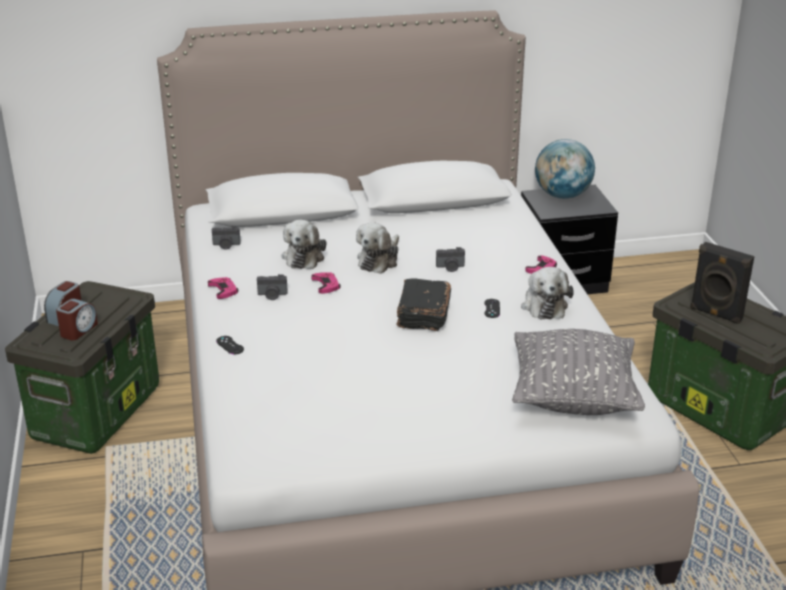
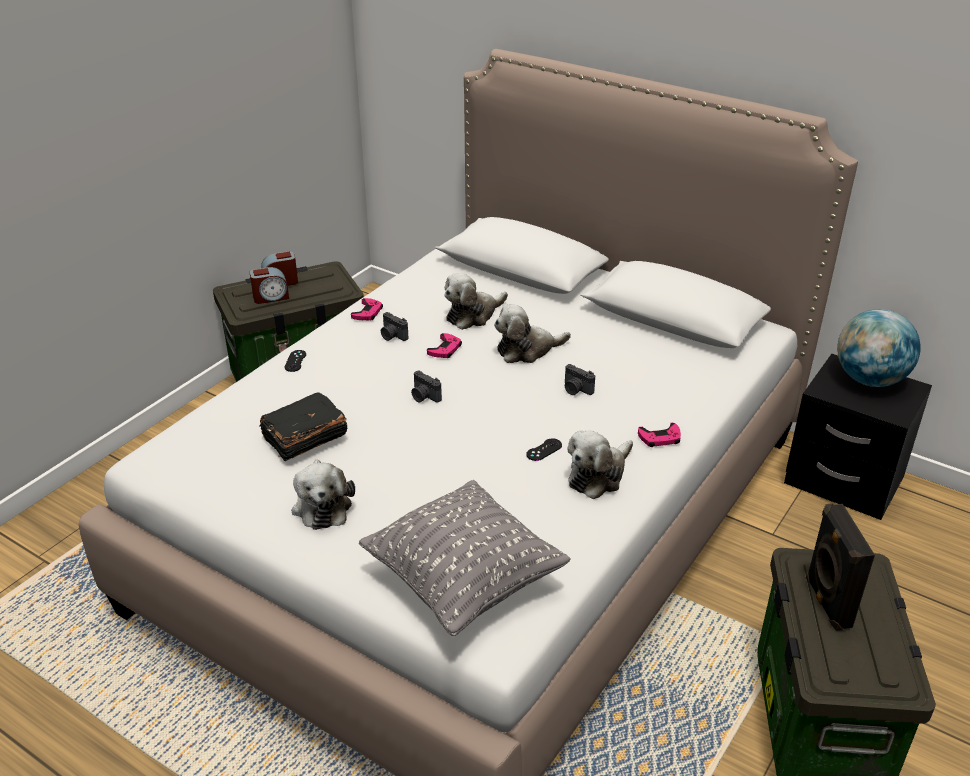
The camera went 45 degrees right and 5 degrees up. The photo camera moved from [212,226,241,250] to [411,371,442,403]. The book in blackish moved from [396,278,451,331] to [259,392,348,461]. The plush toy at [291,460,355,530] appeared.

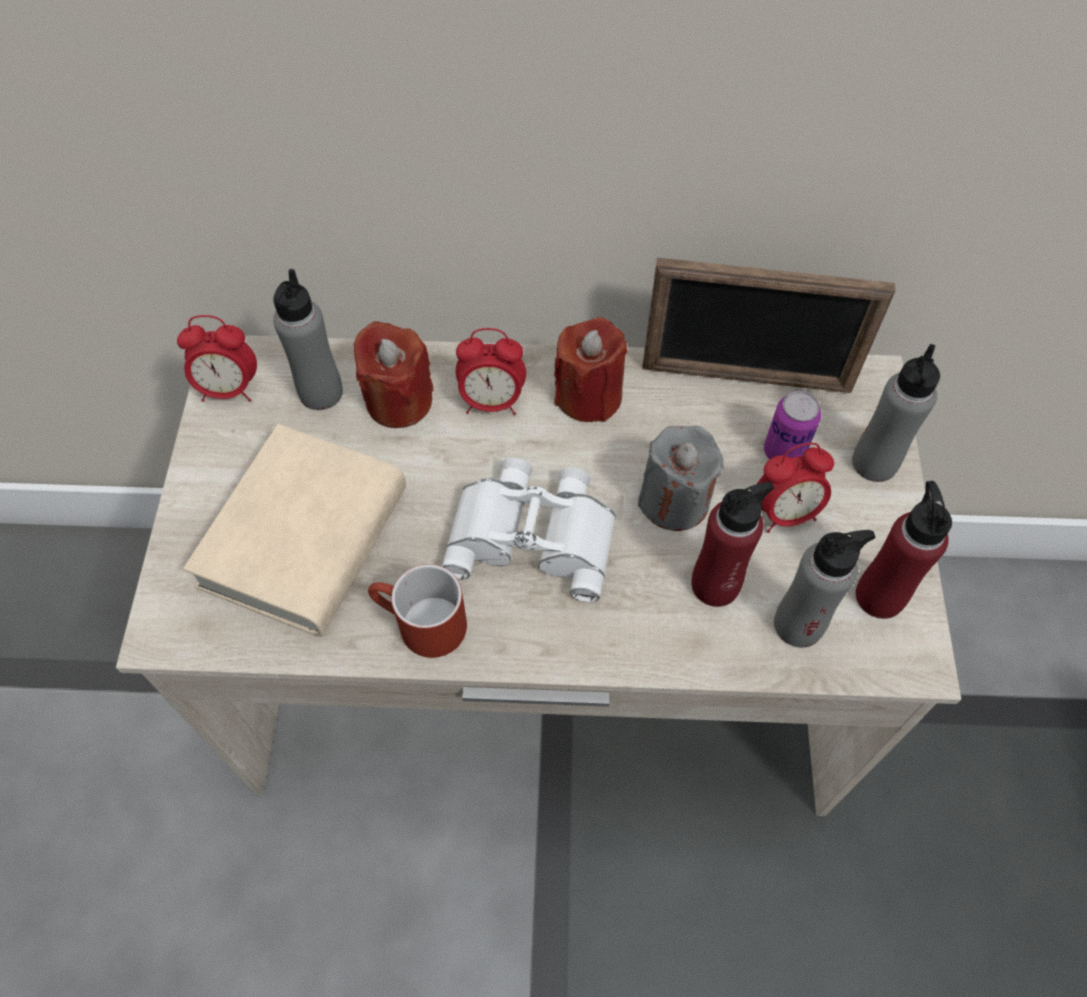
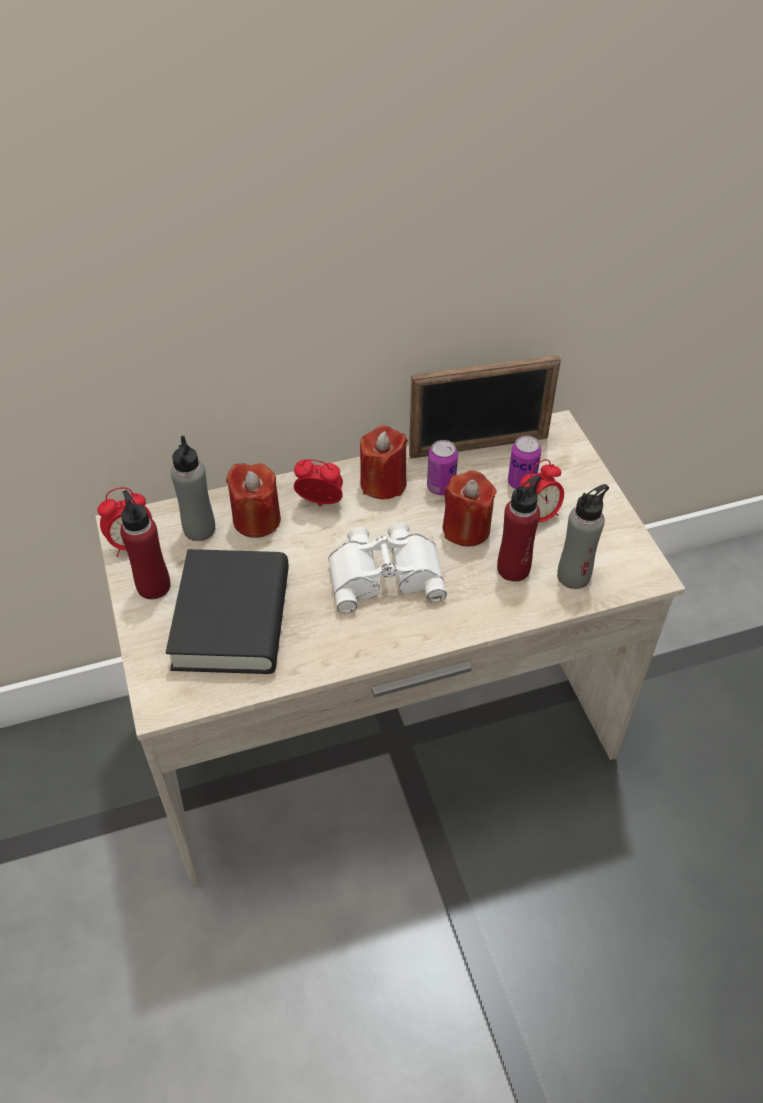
The camera went 20 degrees left and 10 degrees down. The book in beige-coloured at [183,424,406,637] became the book in blackish at [166,549,289,674]. The mug in red-coloured at [368,564,467,658] disappeared. The table clock at [456,328,526,415] turned 150 degrees counterclockwise. The wax light in greyish at [638,426,724,531] became the wax light in red-coloured at [443,471,496,546]. The bottle in greyish at [852,344,940,482] disappeared. The bottle in red-coloured moved from [856,481,952,619] to [120,490,170,599]. The metal can at [427,440,458,495] appeared.

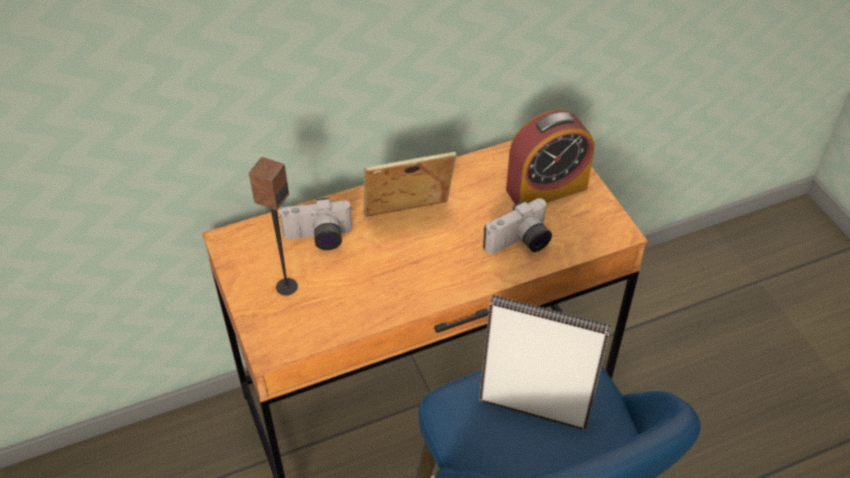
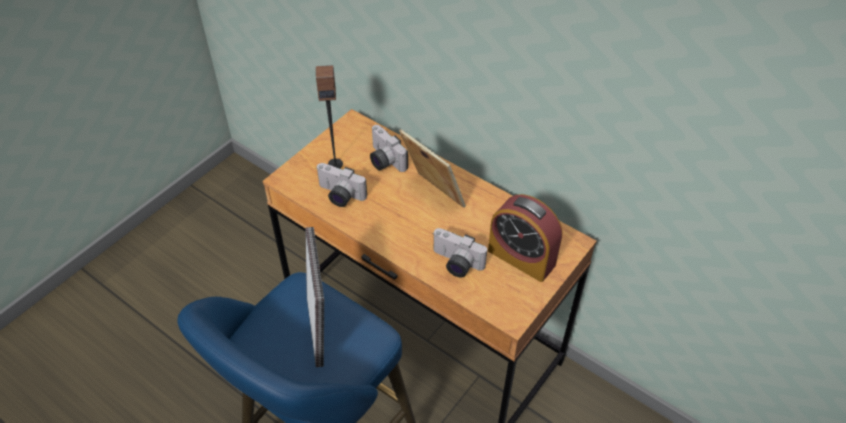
The camera went 60 degrees right and 0 degrees up. The photo camera at [316,163,367,207] appeared.

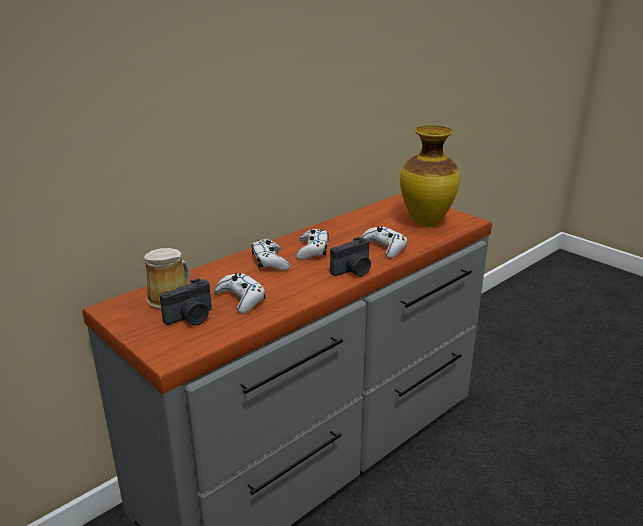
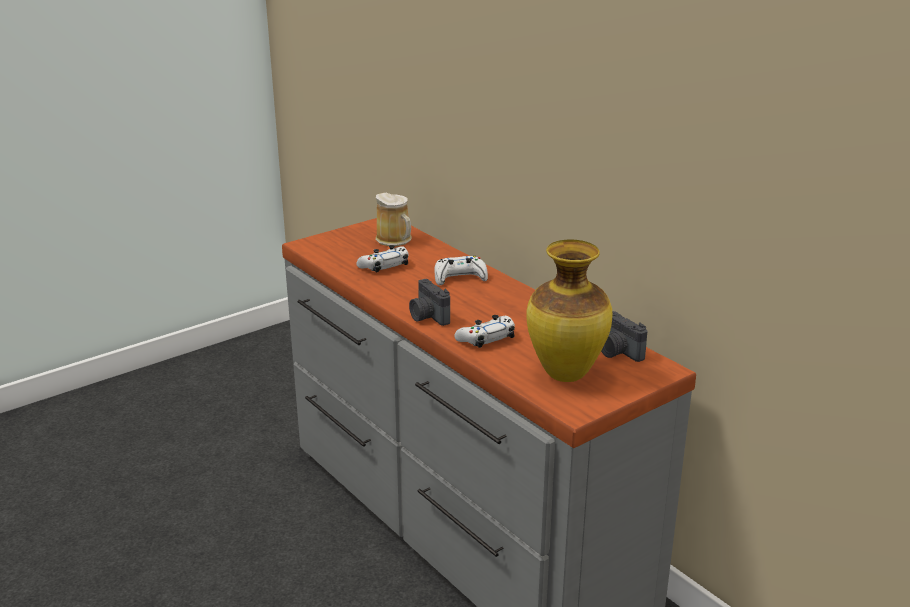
The camera went 95 degrees right and 0 degrees up. The photo camera moved from [160,278,212,325] to [601,311,648,362]. The joypad in whitish at [296,229,329,260] disappeared.

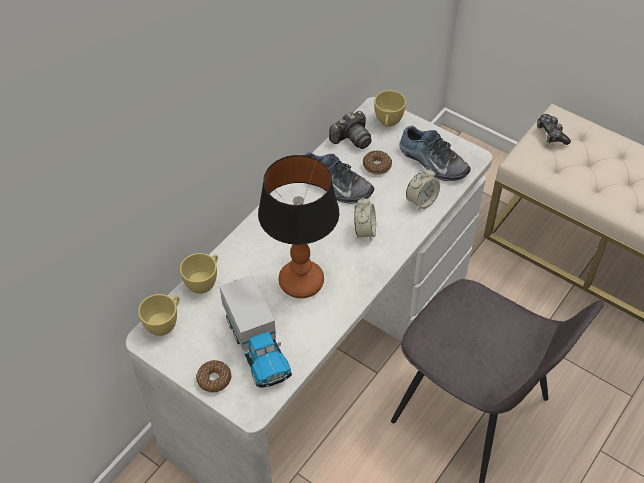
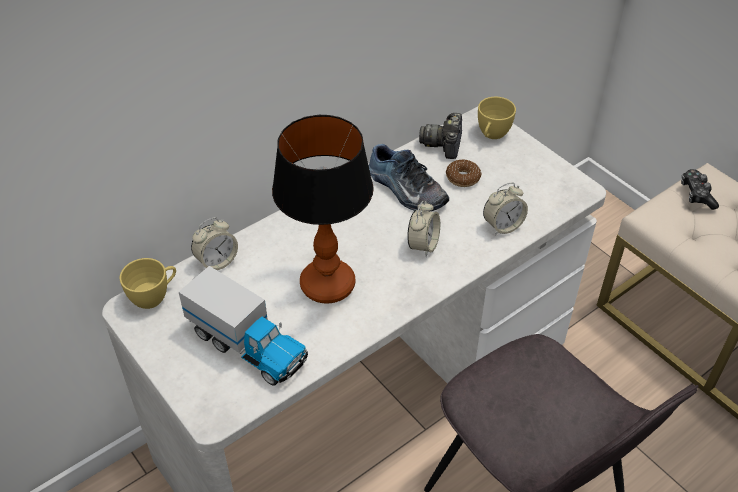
The camera went 15 degrees right and 5 degrees down. The small cup in yellowish at [180,253,218,294] was replaced by the table clock at [191,217,238,270]. The doughnut at [196,360,232,393] disappeared. The model truck at [219,275,292,387] turned 45 degrees counterclockwise. The photo camera at [329,111,372,149] turned 120 degrees clockwise. The item of footwear at [399,126,471,181] disappeared.

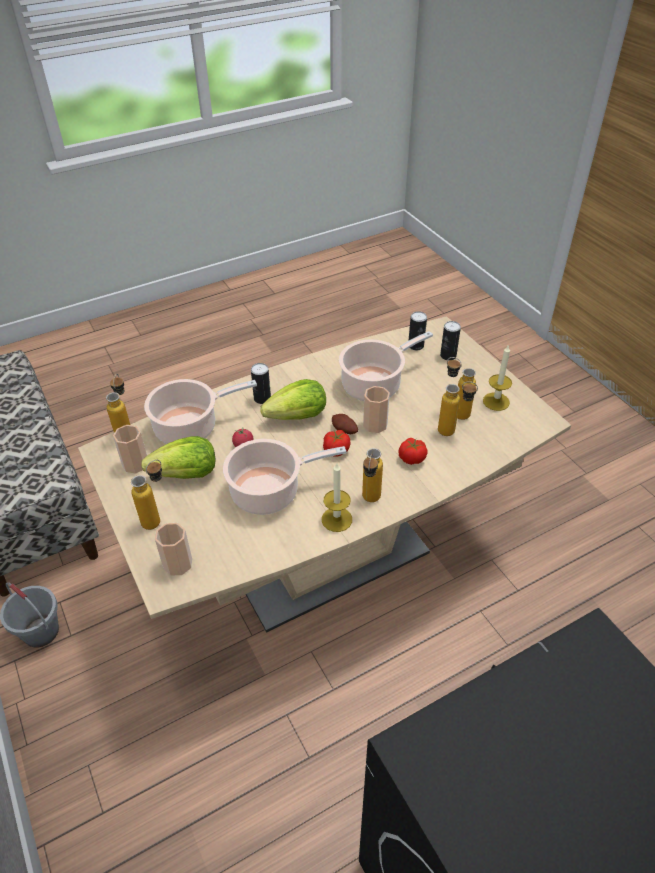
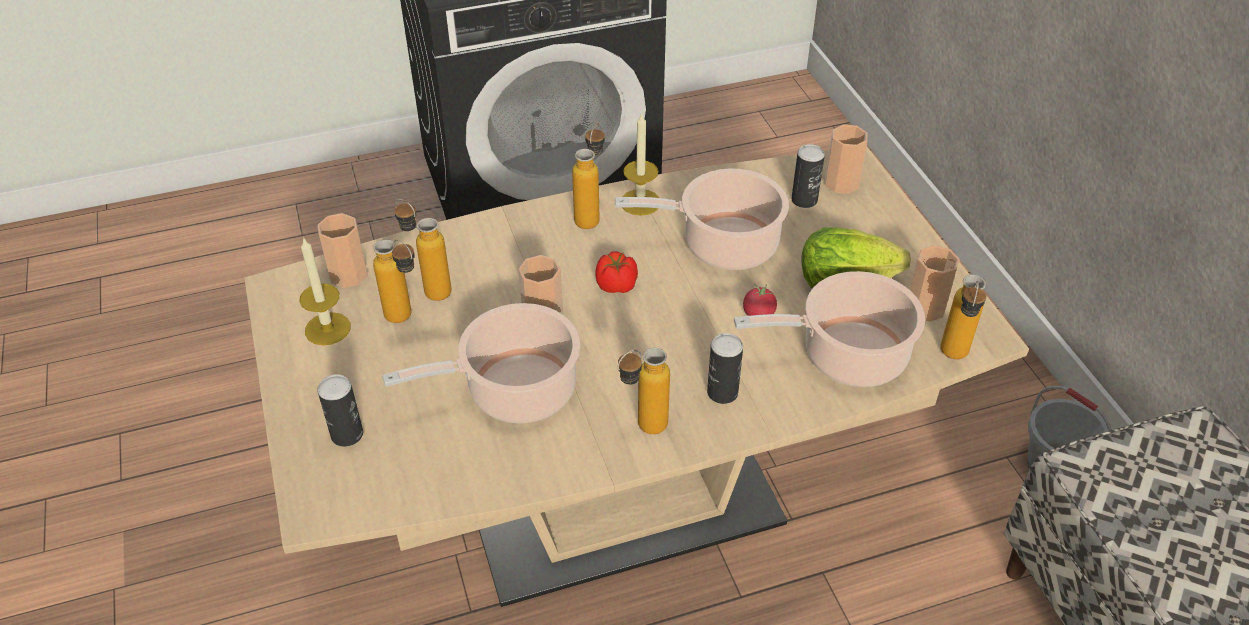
The camera went 170 degrees left and 0 degrees up. The bottle moved from [131,460,162,530] to [618,347,670,434]. The lettuce head at [260,379,326,420] disappeared. The potato at [332,414,358,434] disappeared. The tomato at [399,438,428,465] disappeared. The metal can moved from [409,311,427,350] to [791,144,825,208]. The small cup at [317,213,368,288] appeared.

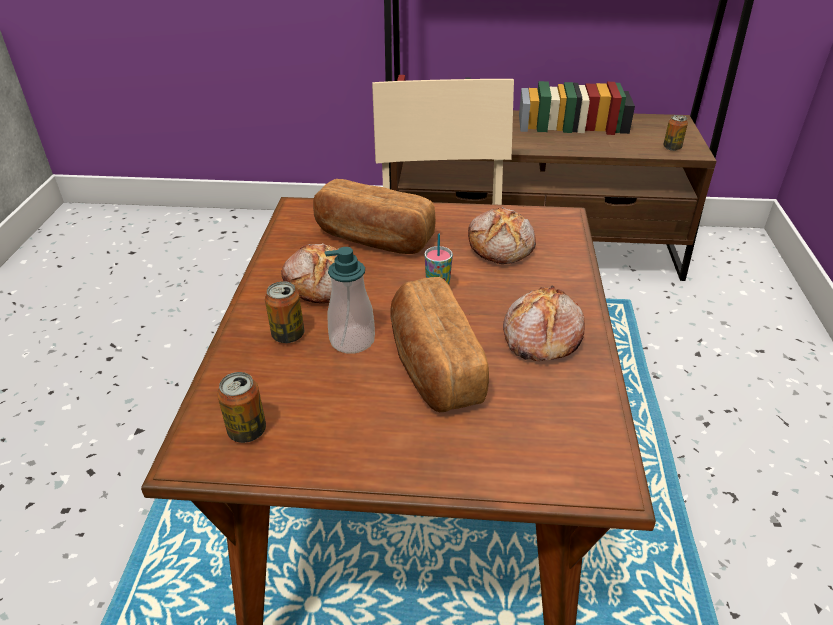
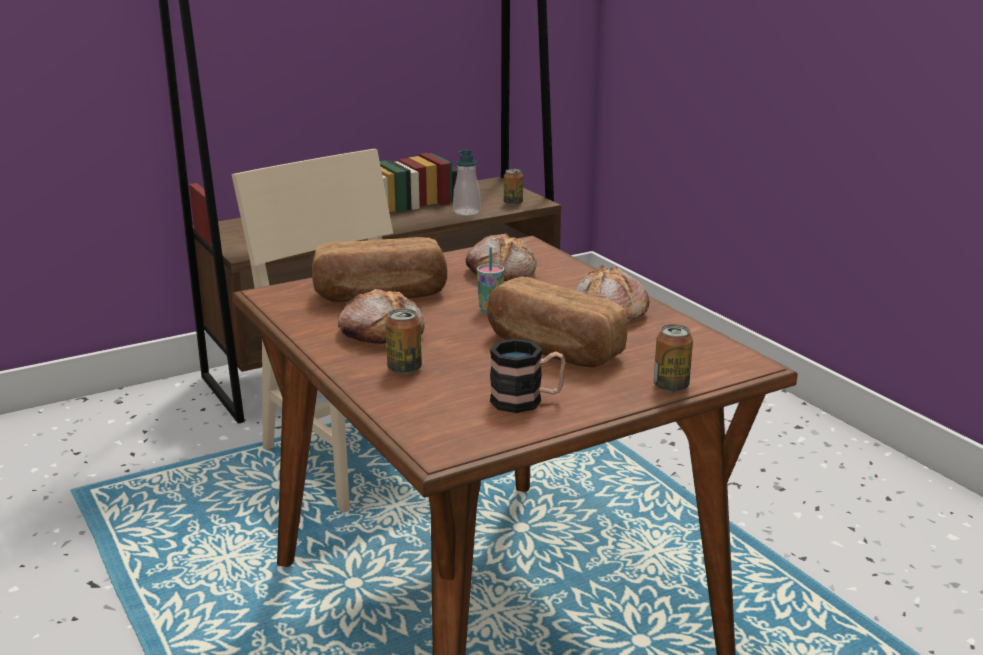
The camera went 35 degrees left and 15 degrees down. The metal can moved from [217,372,266,443] to [654,324,693,392]. The soap bottle moved from [325,247,375,354] to [453,149,481,215]. The mug at [490,339,566,413] appeared.

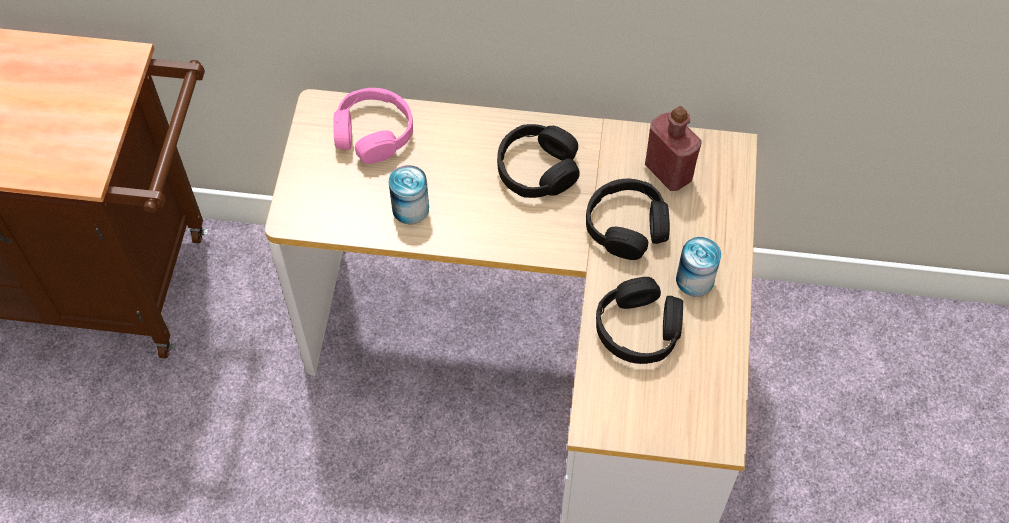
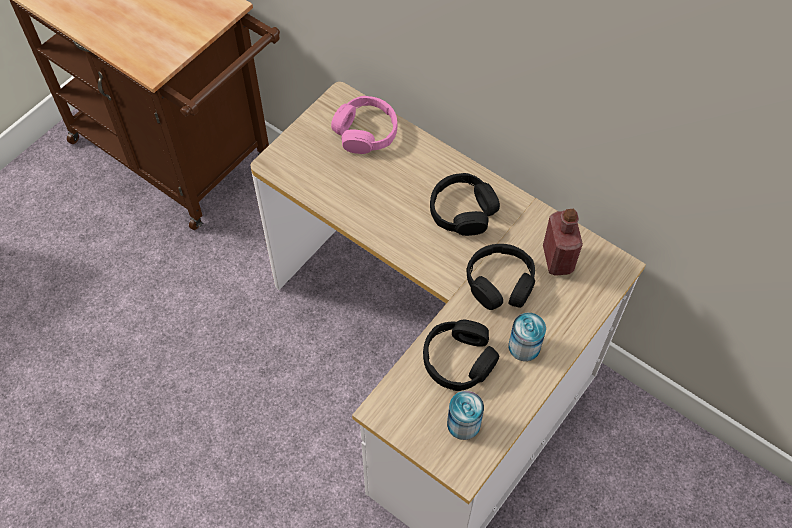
The camera went 30 degrees right and 0 degrees up. The metal can moved from [389,165,429,224] to [447,391,484,440].

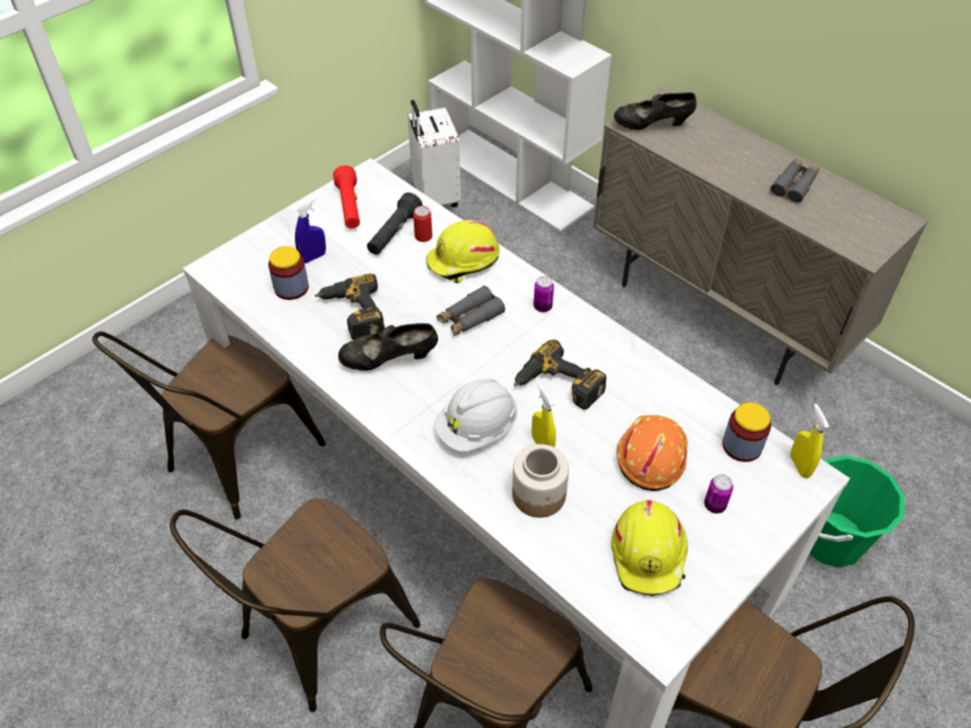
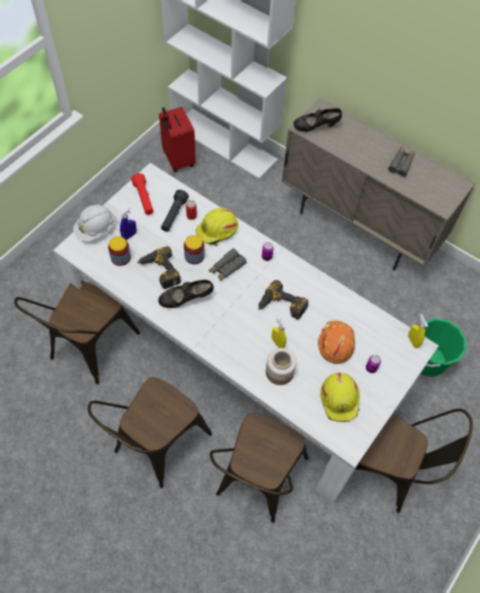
The camera went 10 degrees left and 10 degrees up. The travel case in whitish at [408,100,461,207] became the travel case in red-coloured at [159,107,196,172]. The work helmet in whitish moved from [435,379,518,452] to [73,204,115,242]. The jar moved from [722,402,771,462] to [184,235,205,264].

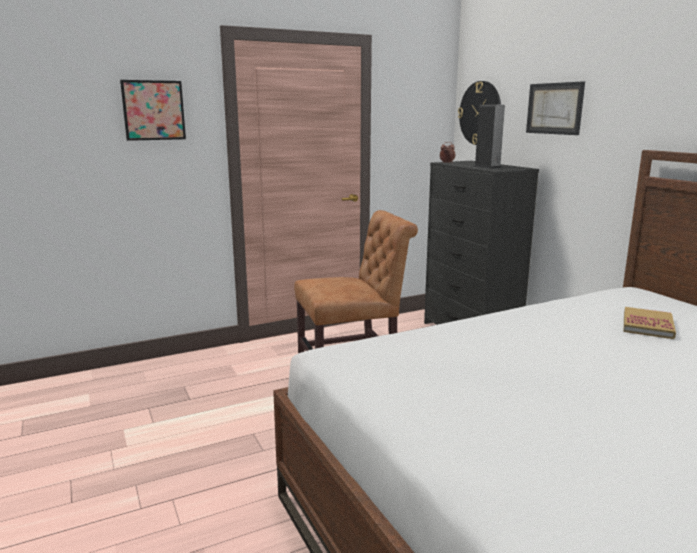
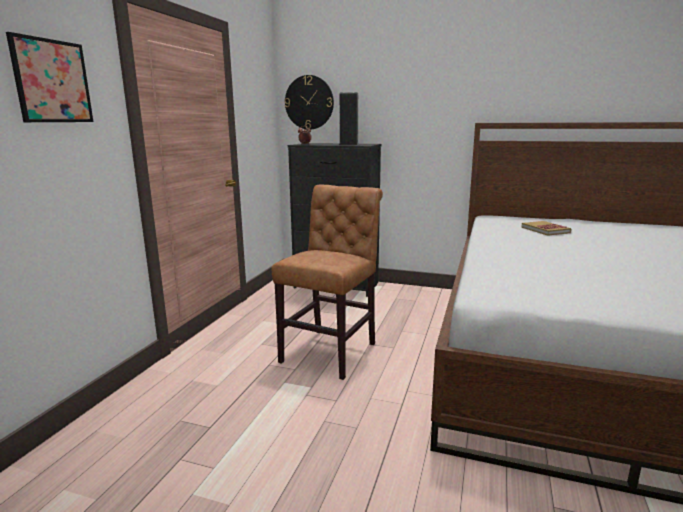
The camera went 45 degrees left and 0 degrees up. The wall art at [526,81,585,135] disappeared.

